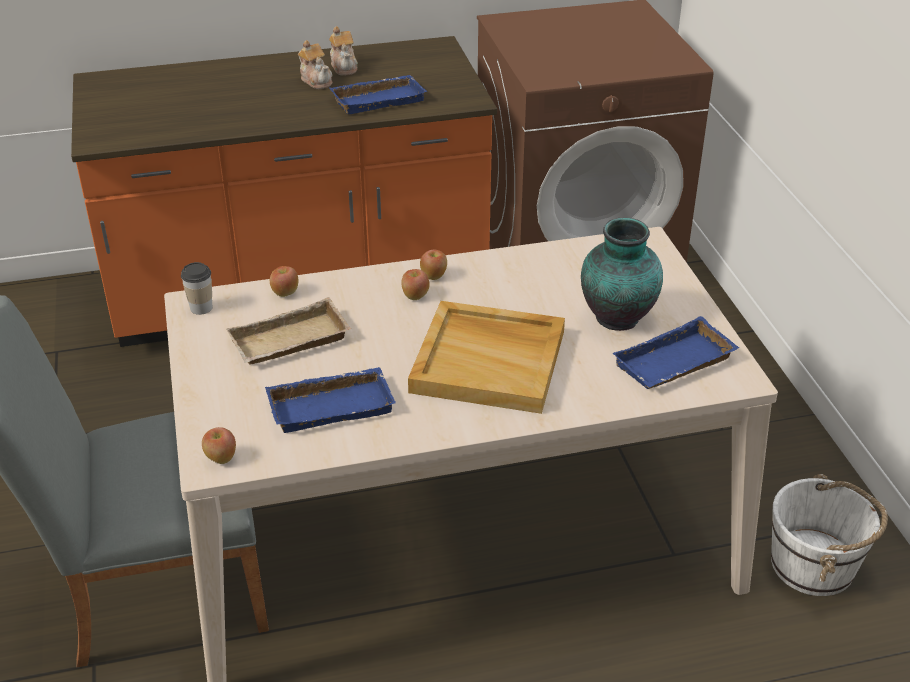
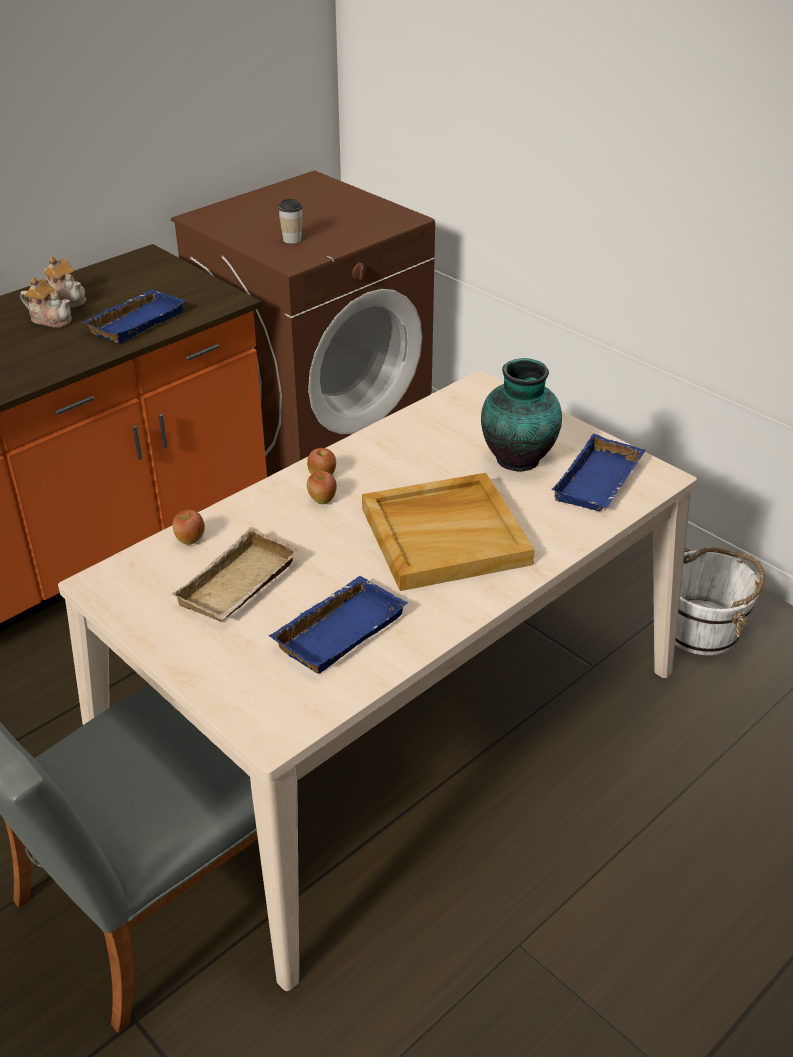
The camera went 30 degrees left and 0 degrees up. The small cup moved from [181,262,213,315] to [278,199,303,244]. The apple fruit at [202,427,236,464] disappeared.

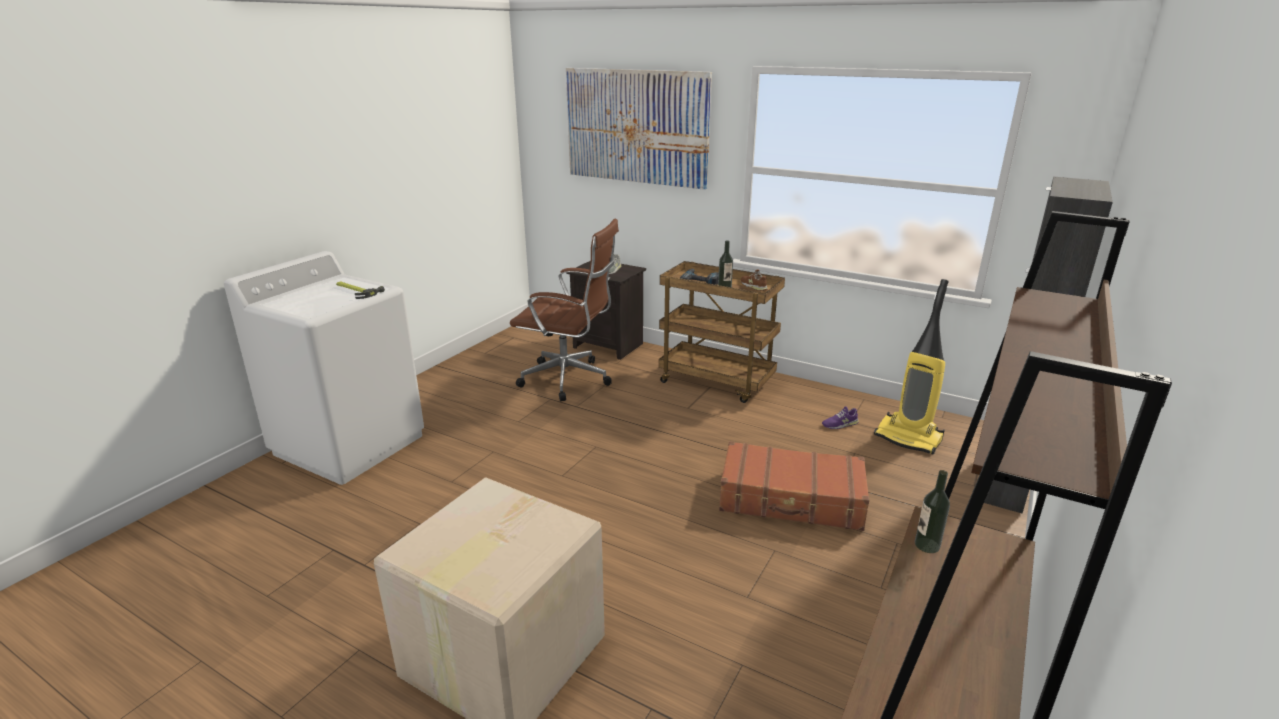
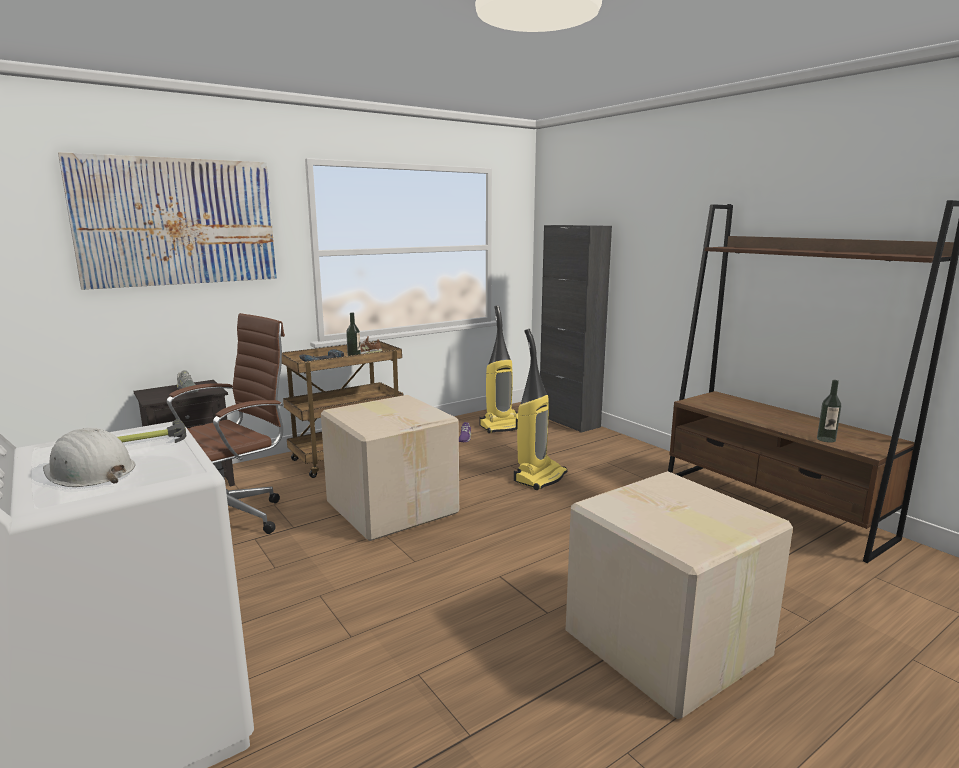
The camera went 65 degrees left and 10 degrees down. The travel case in brownish at [719,441,869,531] was replaced by the vacuum at [514,329,567,490]. The bottle moved from [915,470,950,553] to [817,380,841,443]. The work helmet in whitish at [43,428,135,487] appeared. The carton at [321,395,459,541] appeared.

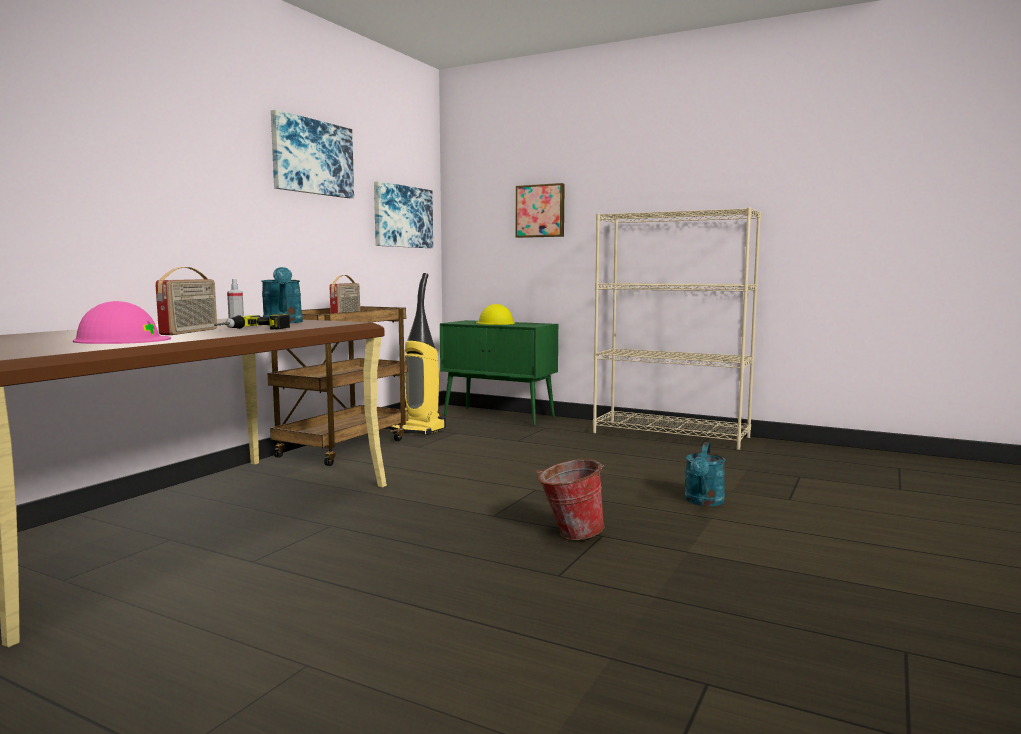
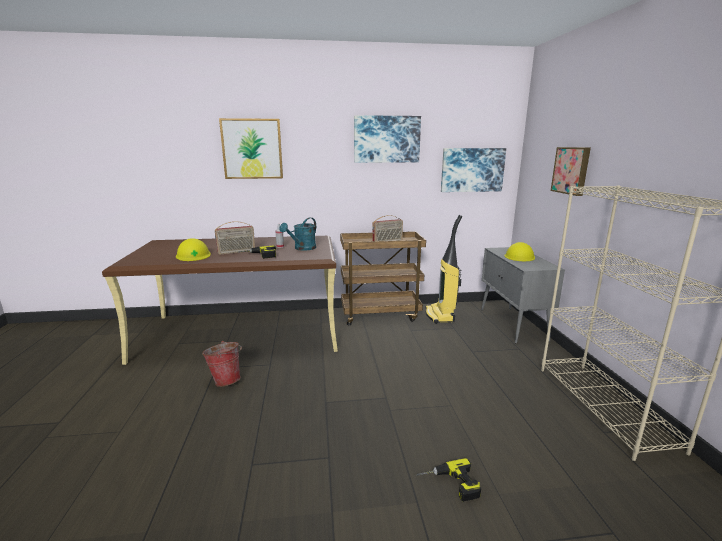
The camera went 55 degrees right and 10 degrees up. The work helmet in pinkish at [73,301,171,344] became the work helmet in yellowish at [176,238,211,261]. The cabinet in green at [440,320,558,426] became the cabinet in greyish at [481,247,565,343]. The bucket moved from [537,459,605,540] to [202,341,242,387]. The sprinkling can in turquoise-coloured at [684,442,725,506] was replaced by the drill at [416,458,481,502]. The wall art at [219,118,283,179] appeared.

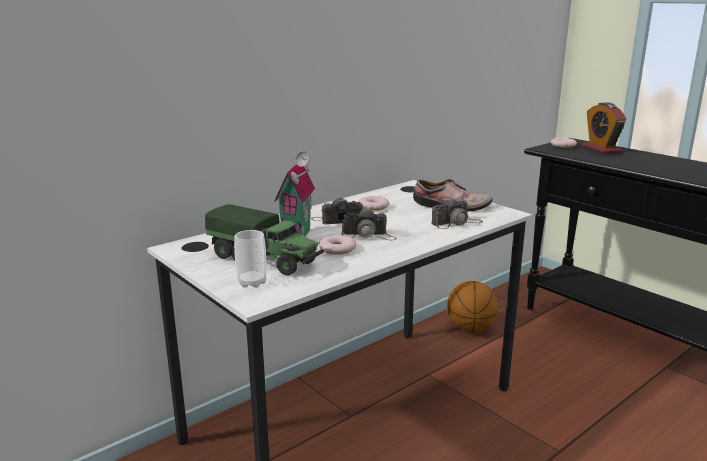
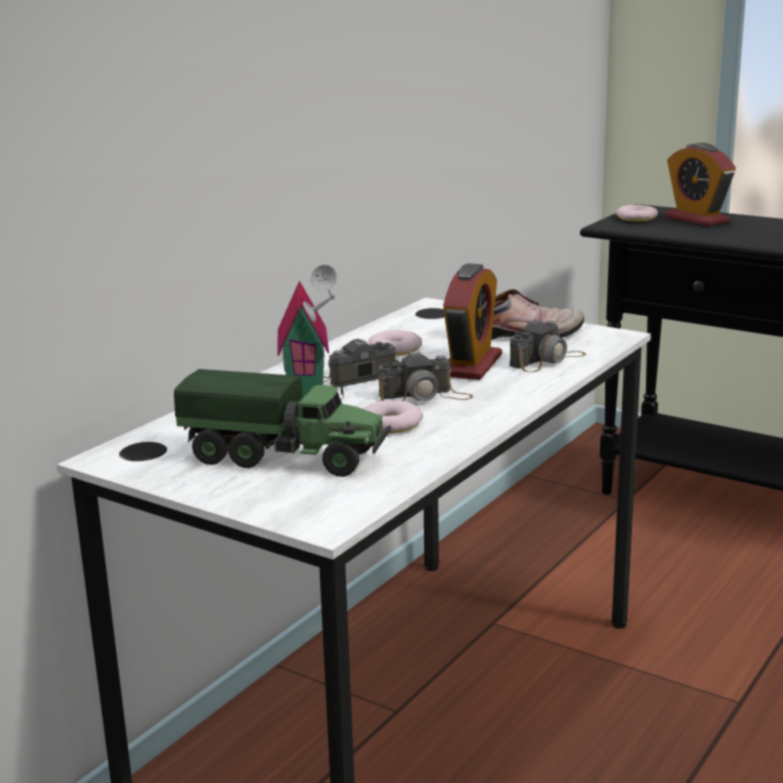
The camera went 15 degrees left and 0 degrees up. The small cup at [234,230,266,288] disappeared. The ball for basketball at [447,281,498,332] disappeared. The table clock at [443,263,502,380] appeared.

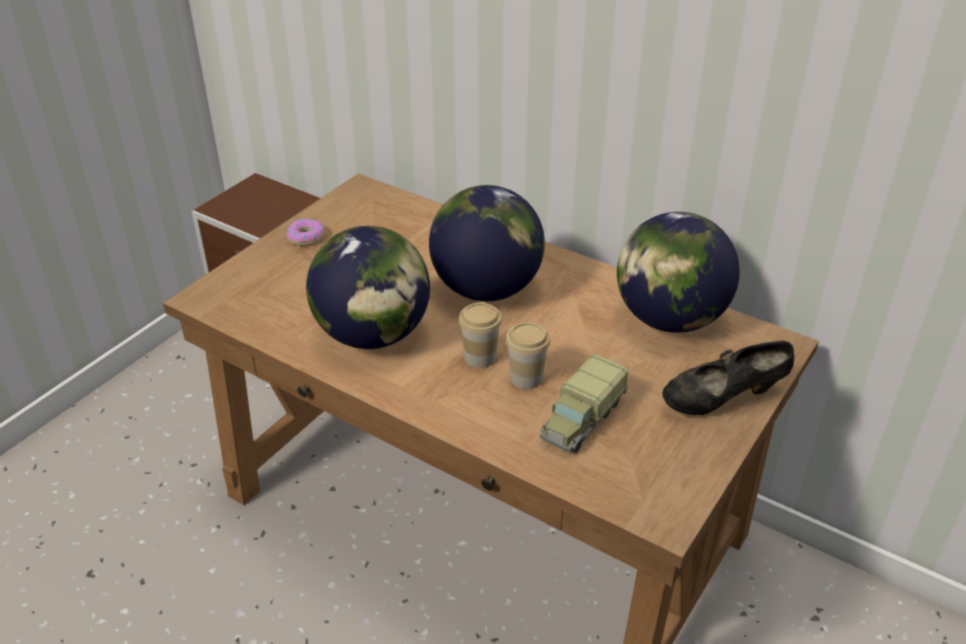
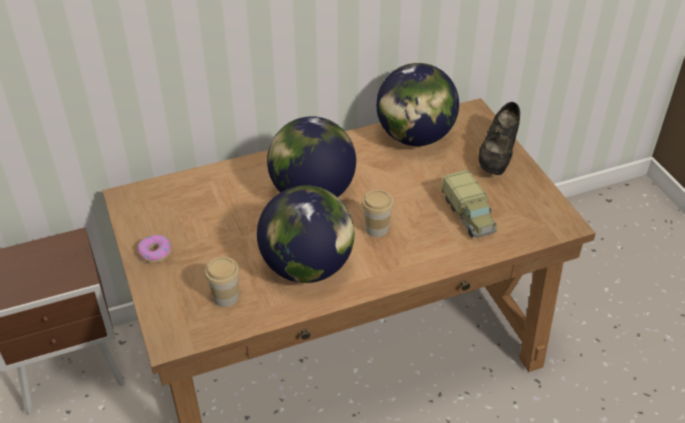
The camera went 55 degrees left and 5 degrees up. The small cup moved from [506,322,550,389] to [205,257,240,307].

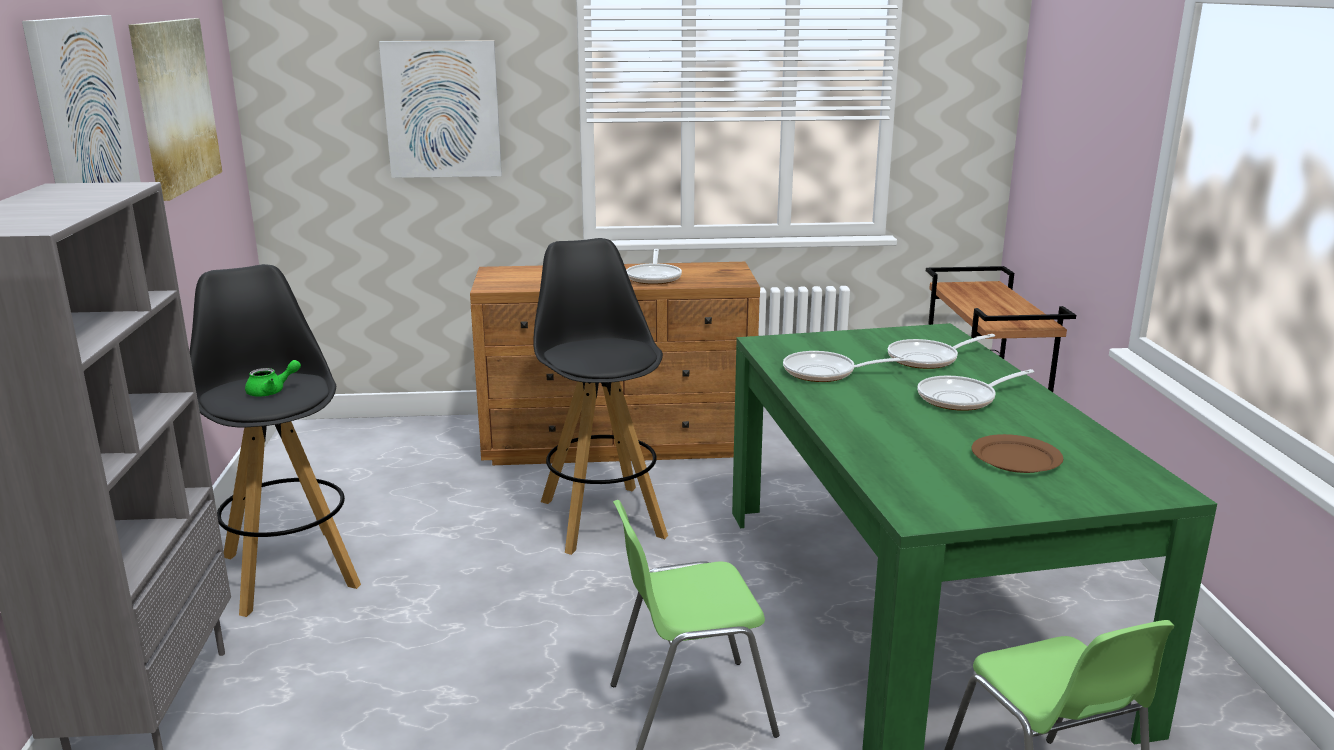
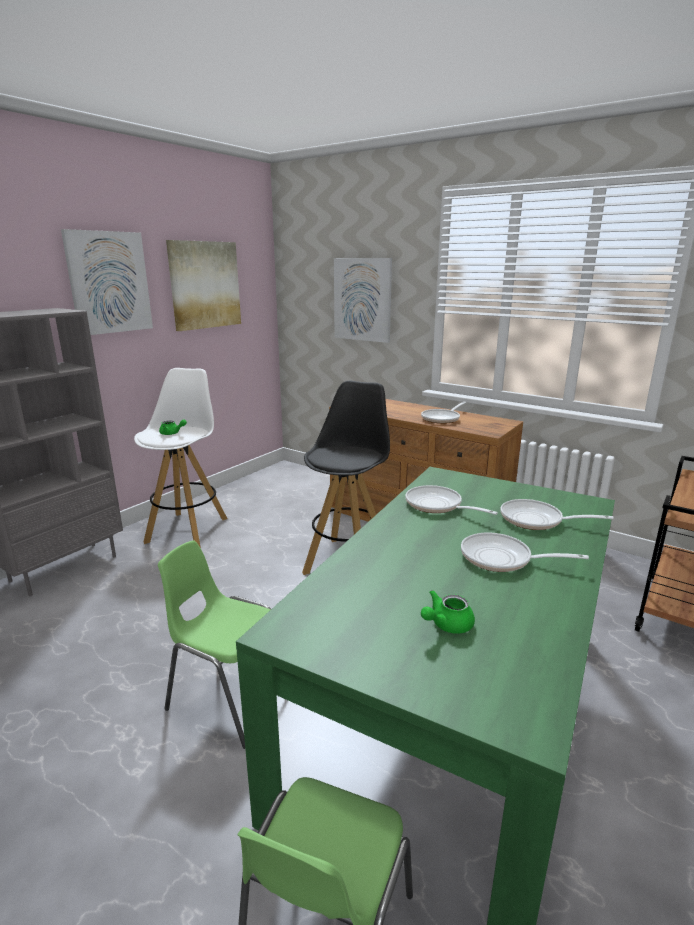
The camera went 40 degrees right and 0 degrees up. The stool in blackish at [190,264,361,617] became the stool in whitish at [134,368,228,548]. The plate in brownish at [971,434,1063,473] was replaced by the teapot in green at [421,590,475,634].

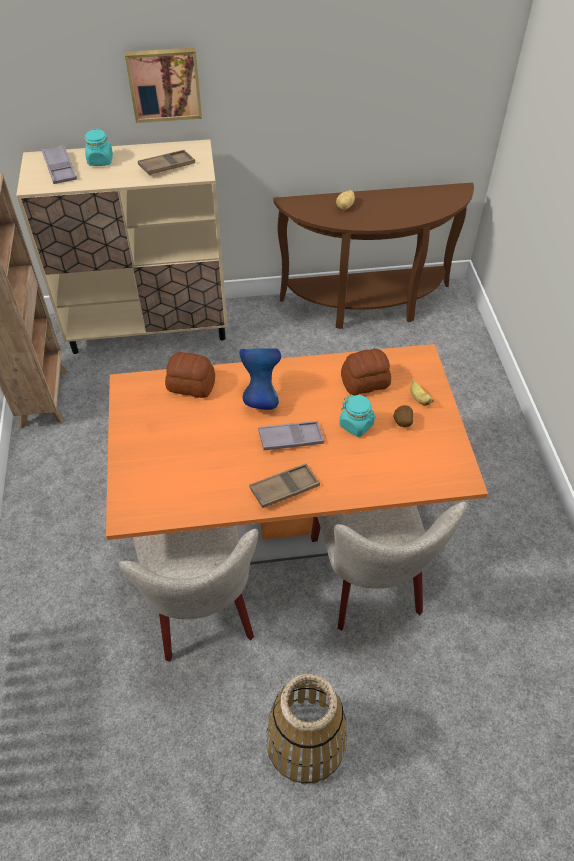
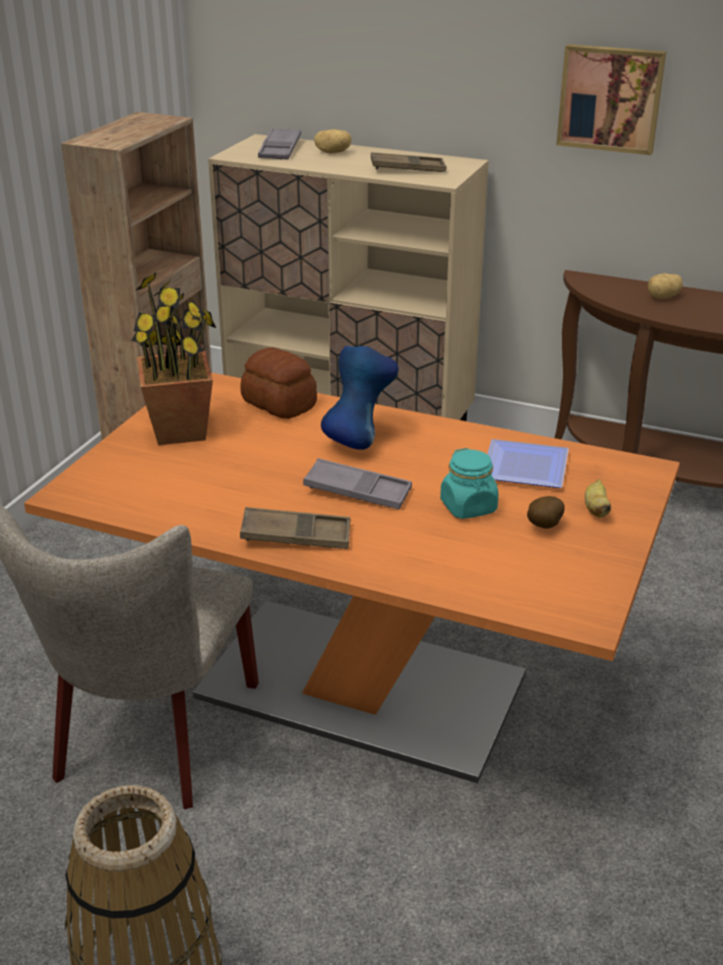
The camera went 30 degrees right and 20 degrees down. The jar in turquoise-coloured at [85,129,113,166] was replaced by the potato at [314,129,352,154]. The wall art moved from [125,48,202,123] to [556,44,666,155]. The plain chair in beige-coloured at [311,502,467,631] disappeared. The bakery bread at [341,349,391,395] was replaced by the plate at [487,439,569,488]. The plant in a pot at [131,273,216,445] appeared.

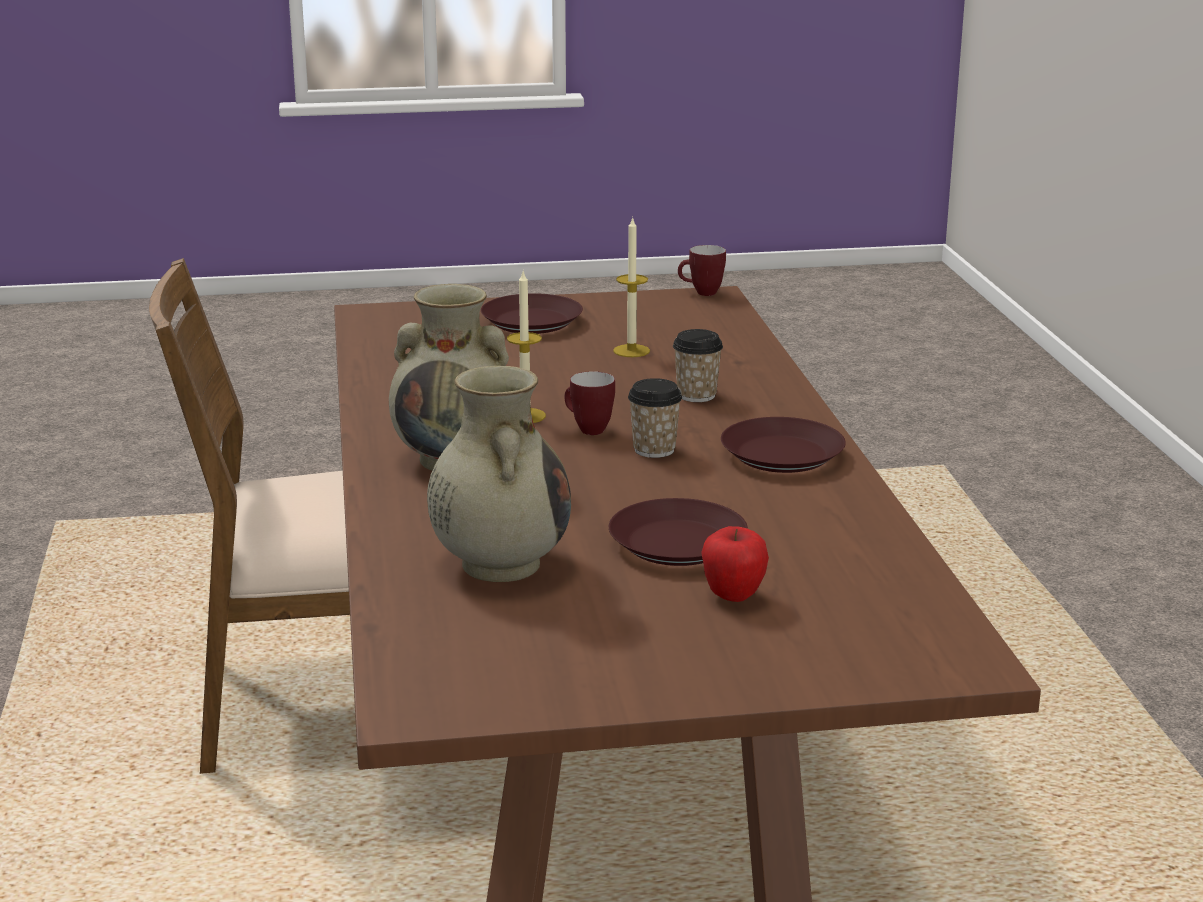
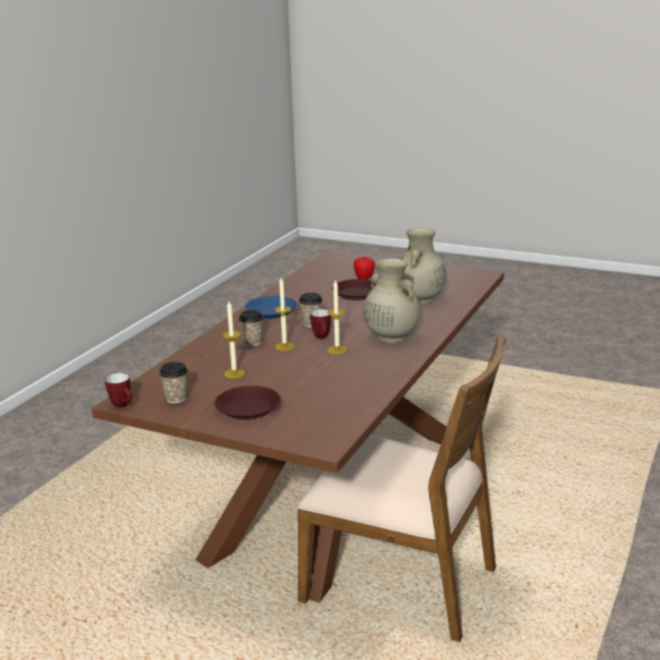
The camera went 145 degrees left and 0 degrees up. The plate in brownish at [721,417,846,473] became the plate in blue at [245,296,297,319]. The small cup at [159,362,188,403] appeared. The wax light at [274,278,295,351] appeared.

